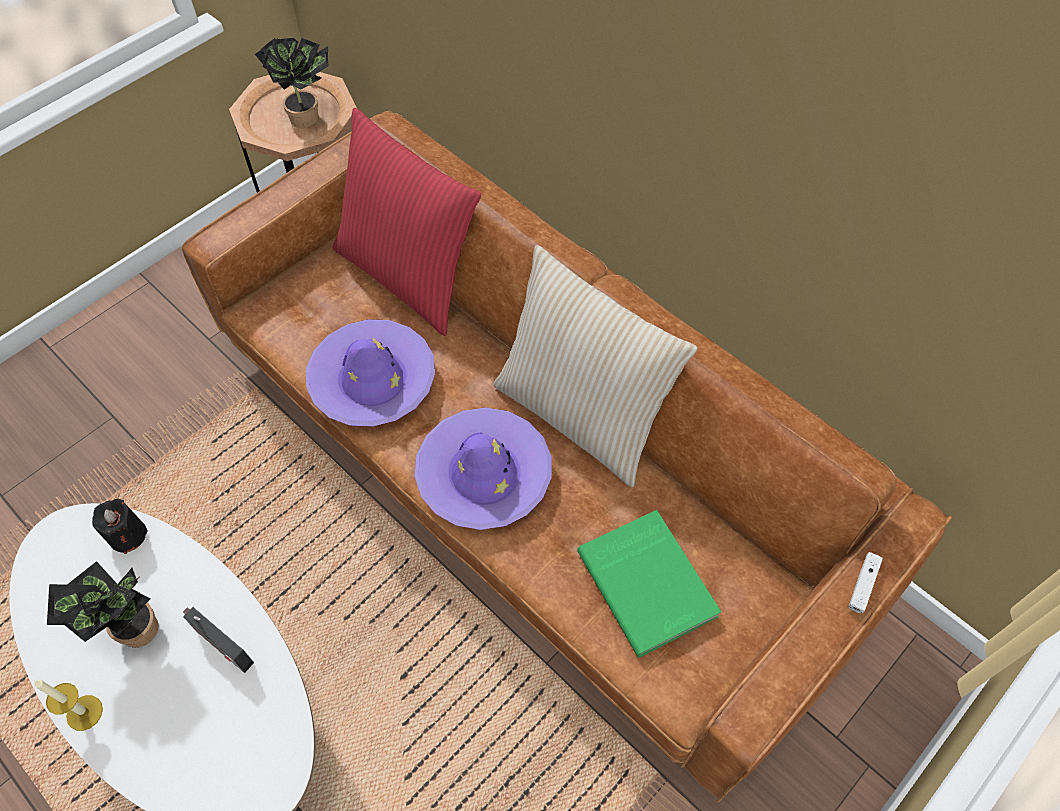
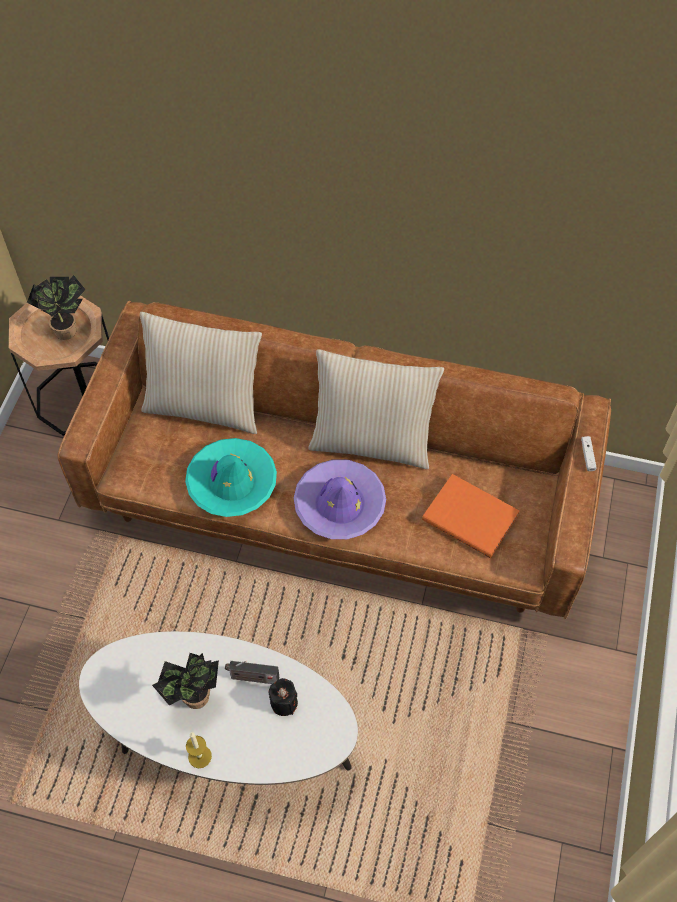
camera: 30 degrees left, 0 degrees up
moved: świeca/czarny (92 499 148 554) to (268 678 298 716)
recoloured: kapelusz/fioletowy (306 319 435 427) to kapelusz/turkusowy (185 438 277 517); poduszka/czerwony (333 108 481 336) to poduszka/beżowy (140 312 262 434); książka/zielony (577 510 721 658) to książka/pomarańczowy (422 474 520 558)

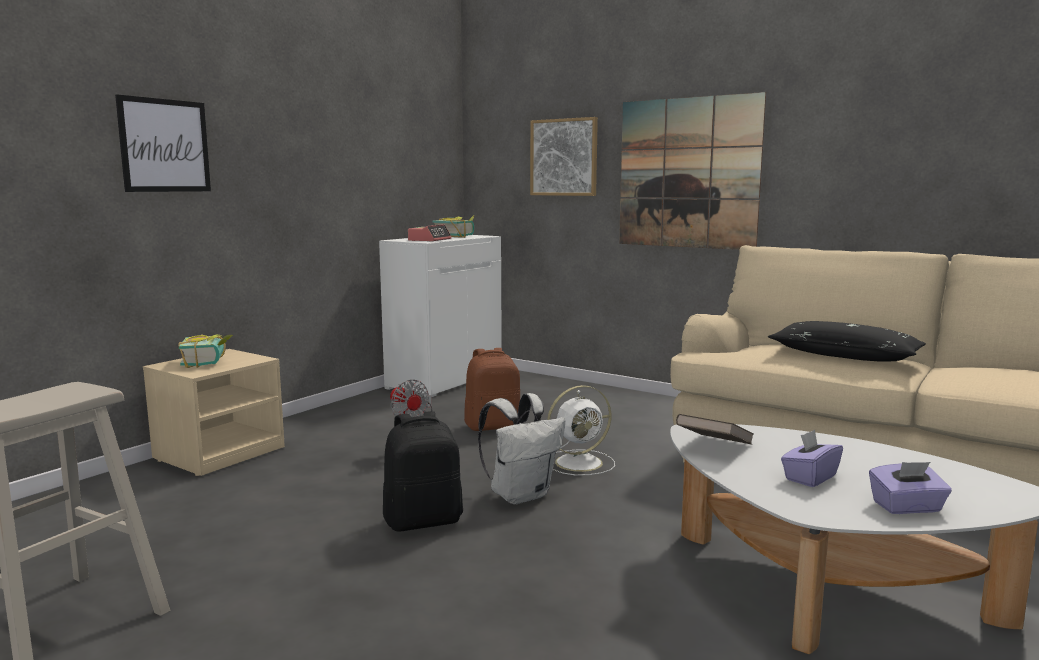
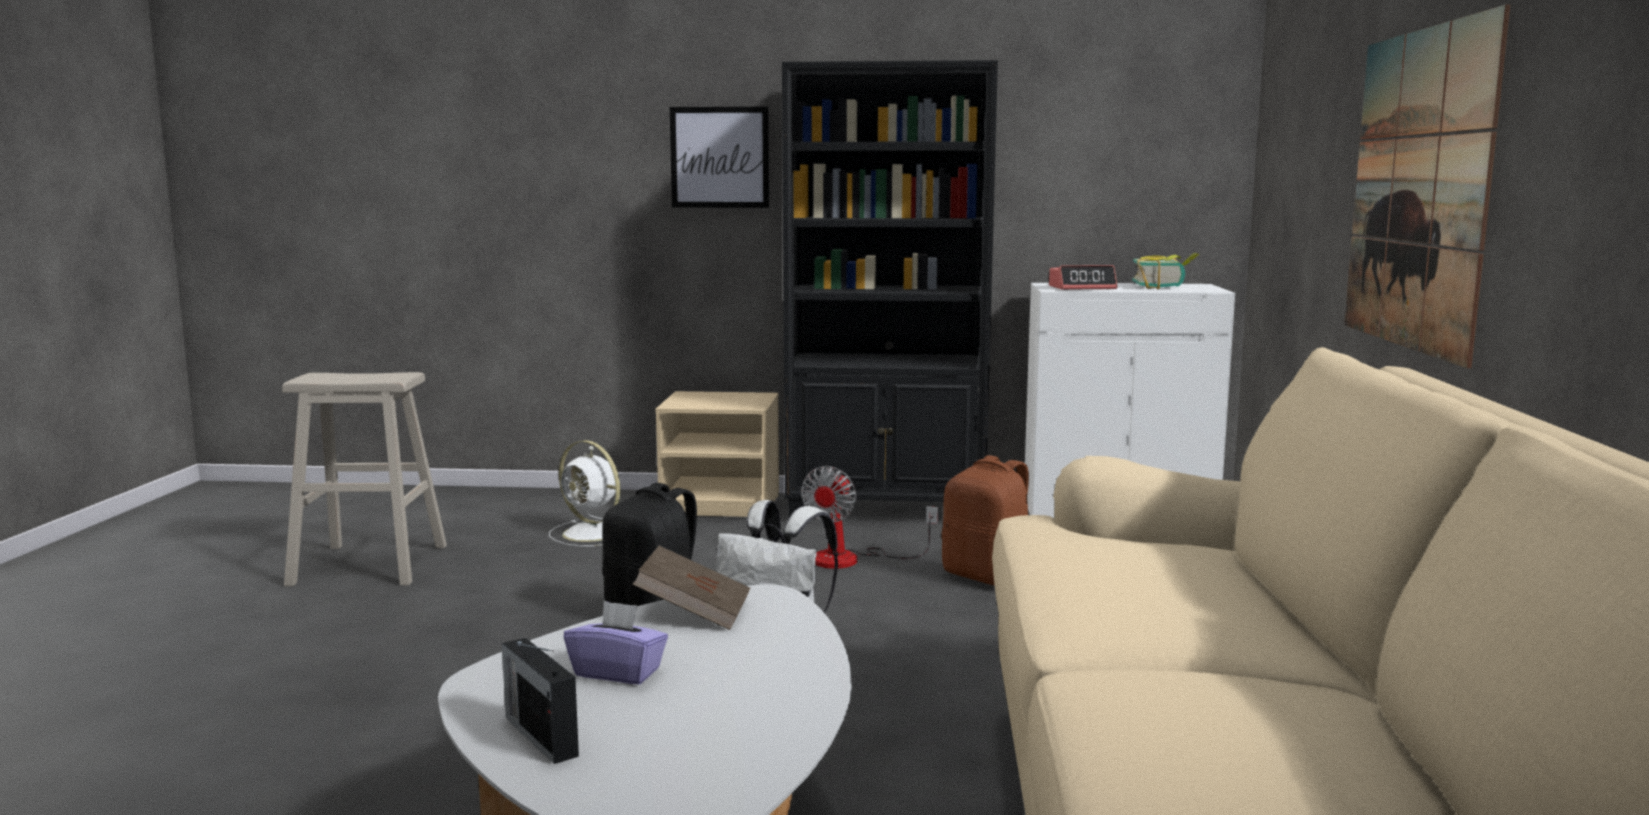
camera: 60 degrees right, 0 degrees up
removed: książka (178 334 233 368); obraz (530 117 598 196); poduszka/czarny (768 321 926 362)
added: regał/czarny (782 60 998 519)
moved: wentylator/biały (547 385 615 475) to (549 440 620 547)
replaced: pudełko chusteczek/fioletowy (869 462 952 514) to radio (502 638 579 764)

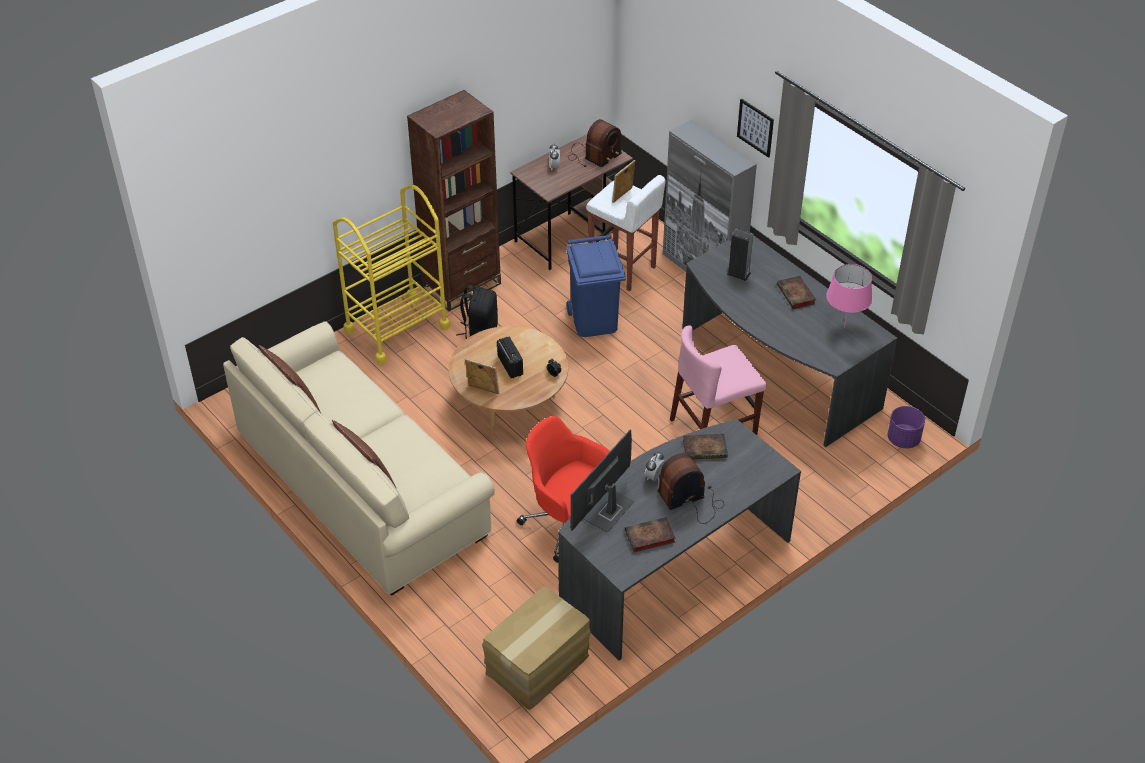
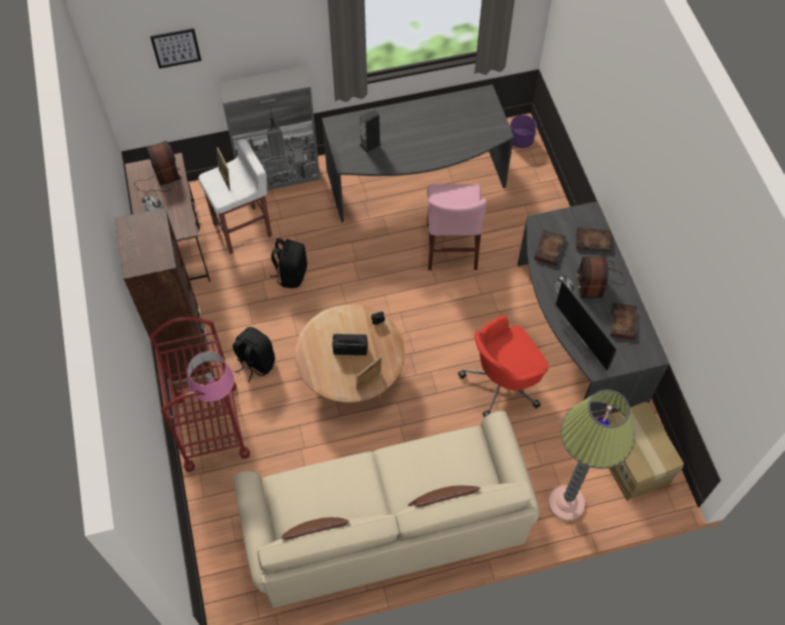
camera: 65 degrees left, 15 degrees up
added: lampa stojąca (548 389 635 521)
moved: obraz (737 98 774 158) to (150 28 201 69); książka (777 276 816 309) to (576 227 612 252); lampa stołowa/różowy (827 264 872 328) to (188 351 234 402)
replaced: kosz na śmieci/niebieski (566 235 626 337) to plecak/czarny (270 238 307 288)
recoloured: wózek/żółty (333 184 450 365) to wózek/czerwony (149 317 250 472)

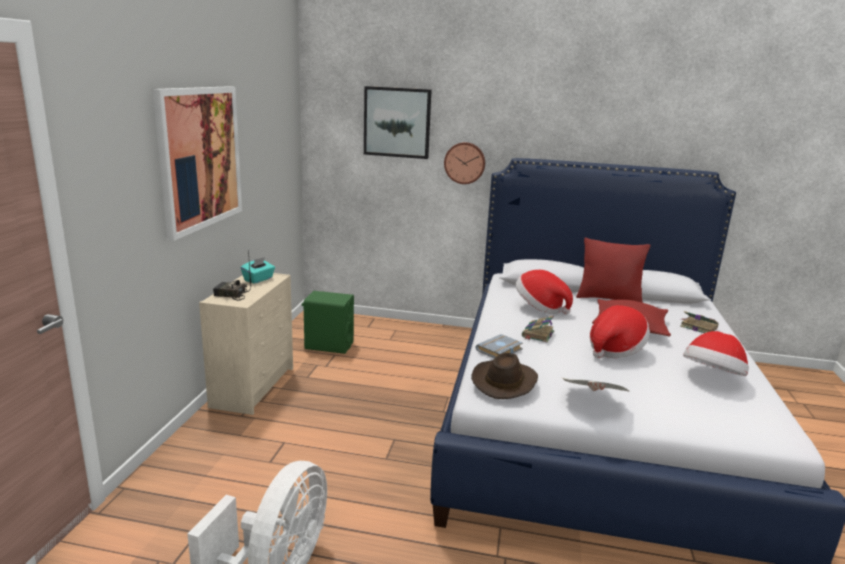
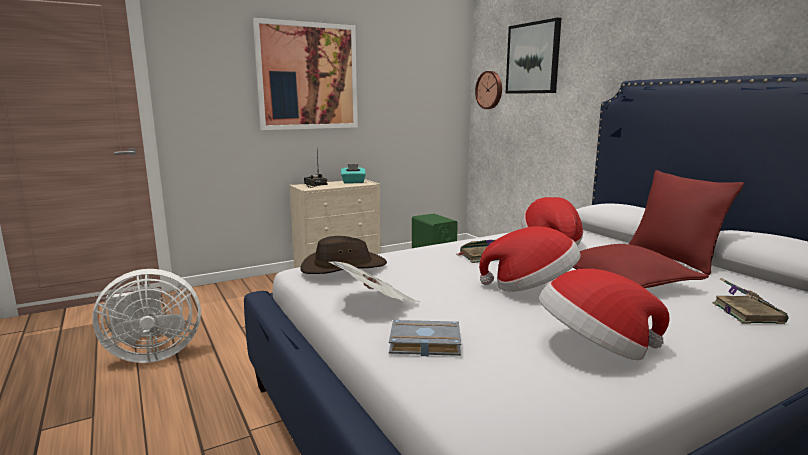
camera: 50 degrees right, 5 degrees down
moved: zegar ścienny (444 142 485 184) to (475 71 502 109); książka/szary (476 334 523 358) to (389 320 461 356)

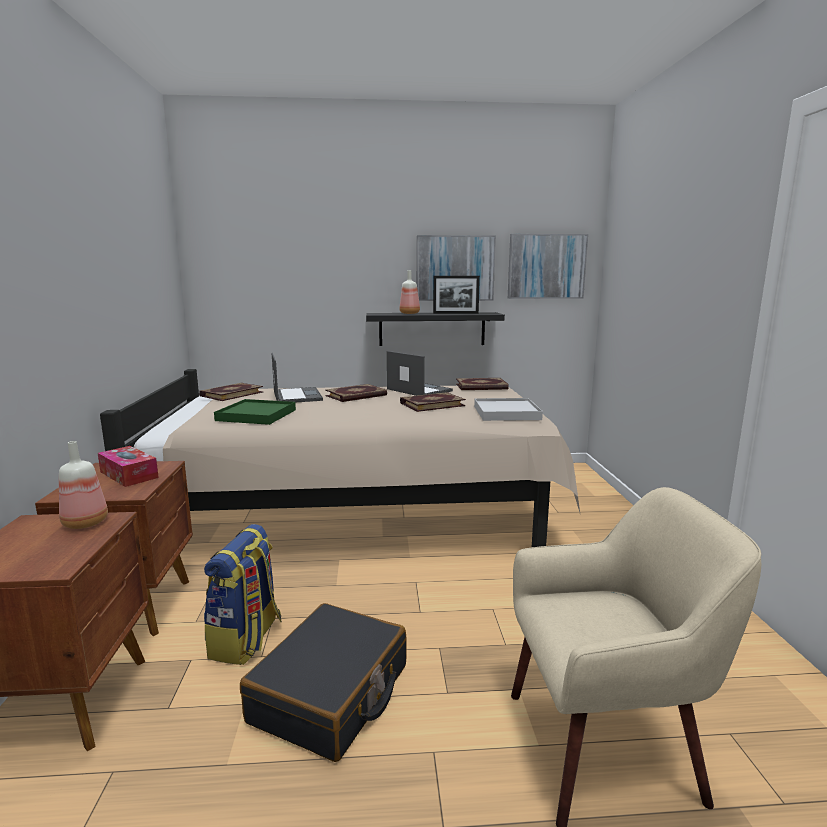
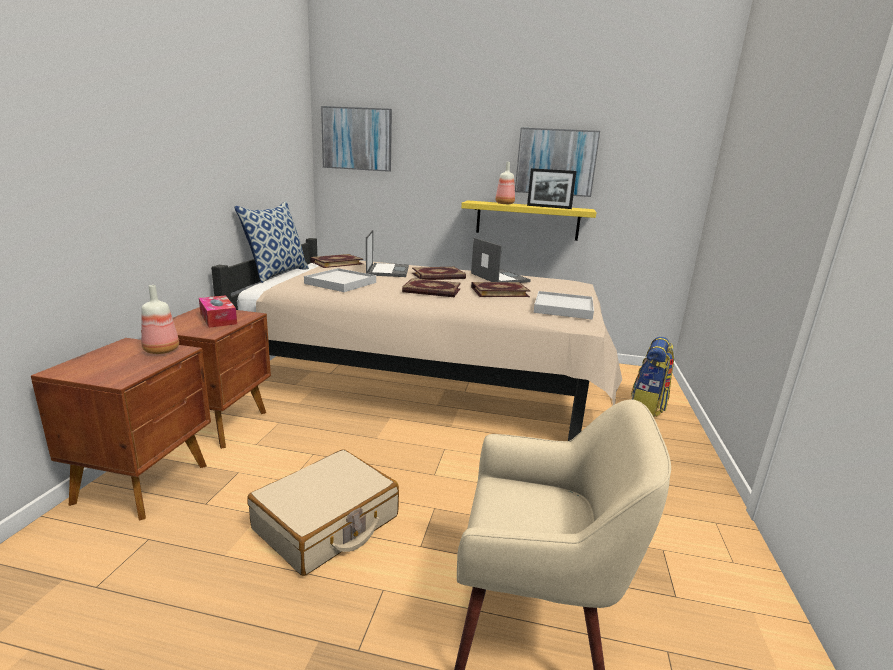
camera: 15 degrees right, 5 degrees up
added: poduszka (234 201 309 283)
moved: plecak (204 524 282 665) to (631 336 674 417); książka (456 378 509 390) to (402 278 461 297); obraz (508 234 588 299) to (321 106 392 172)
recoloured: taca/zielony (214 399 296 425) to taca/biały (304 268 376 292); walizka/czarny (240 603 407 762) to walizka/beżowy (247 449 399 576); półka/czarny (366 312 505 346) to półka/żółty (461 200 597 241)

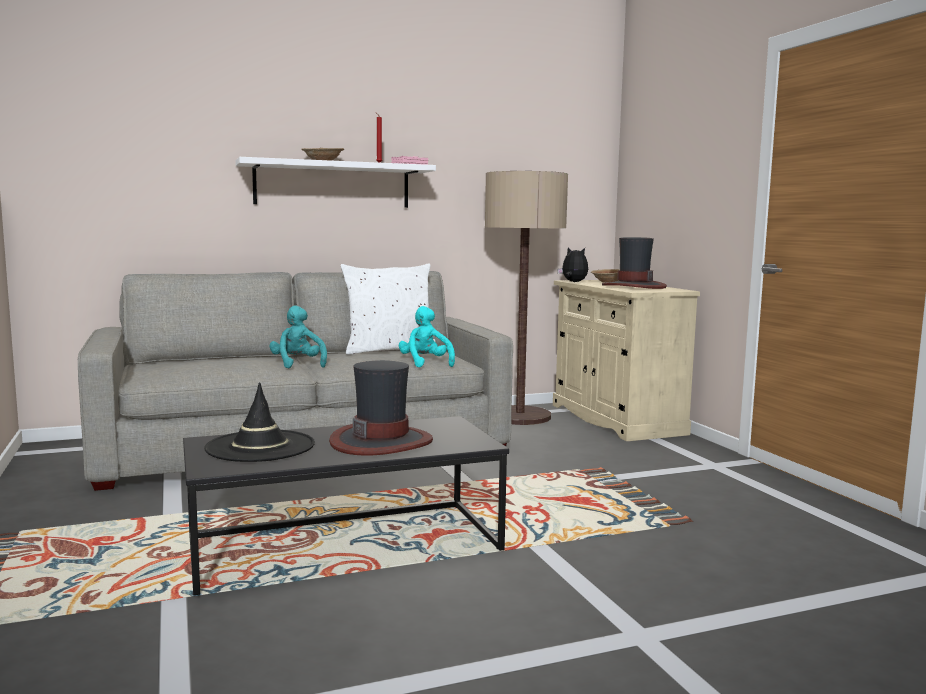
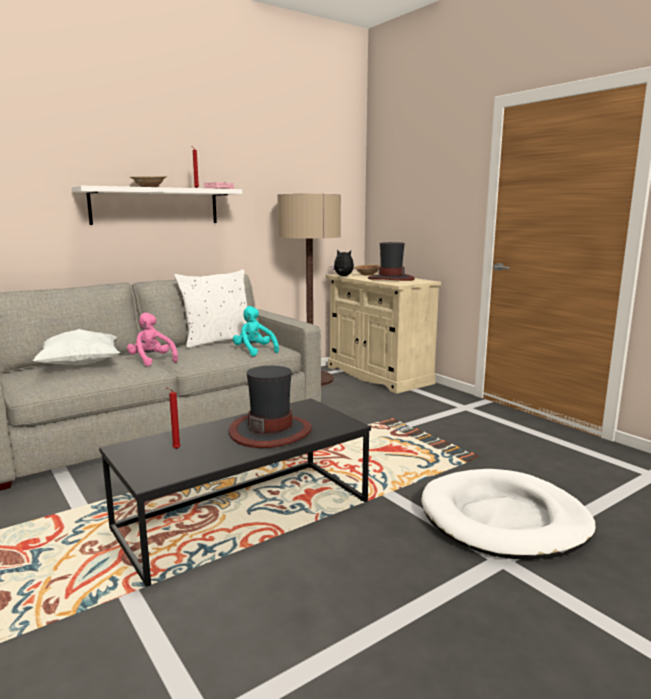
camera: 15 degrees left, 5 degrees up
added: poduszka/biały (32 329 120 366); legowisko/biały (421 469 596 559)
replaced: kapelusz/czarny (204 382 315 462) to świeca/czerwony (165 387 181 449)
recoloured: pluszak/turkusowy (269 305 327 369) to pluszak/różowy (127 313 178 367)

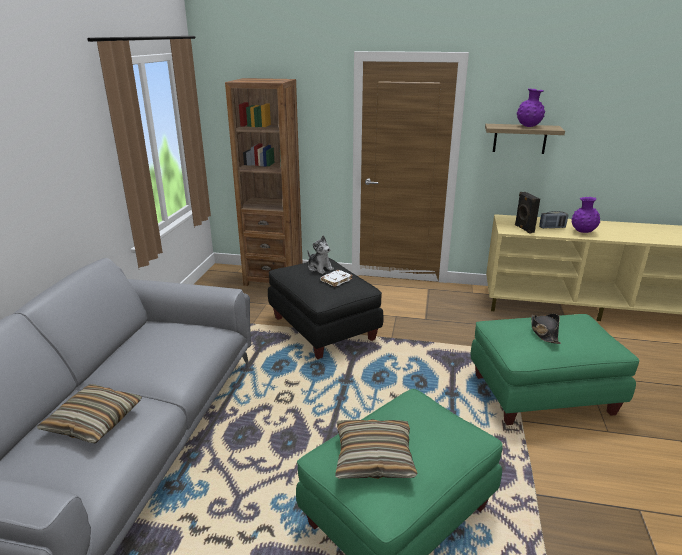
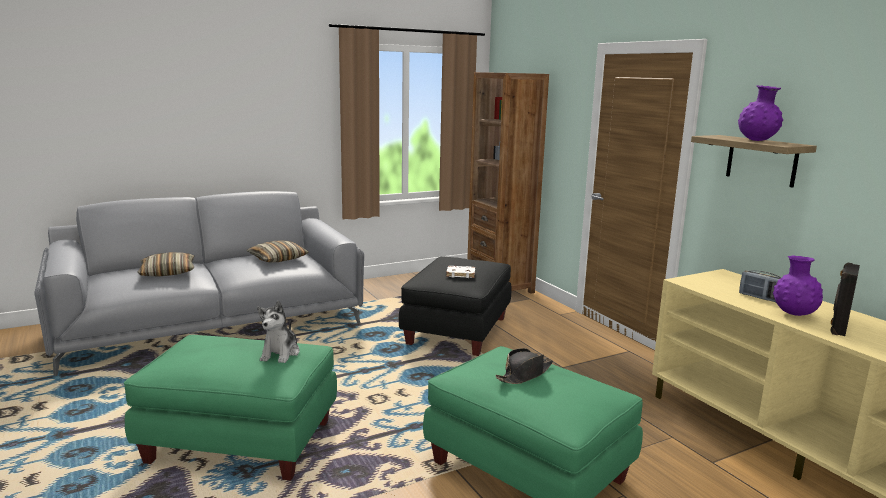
camera: 50 degrees right, 10 degrees down
moved: pluszak (308 235 334 274) to (257 301 300 363); poduszka (335 419 418 479) to (246 241 308 263); głośnik/czarny (515 192 540 234) to (830 263 860 336)

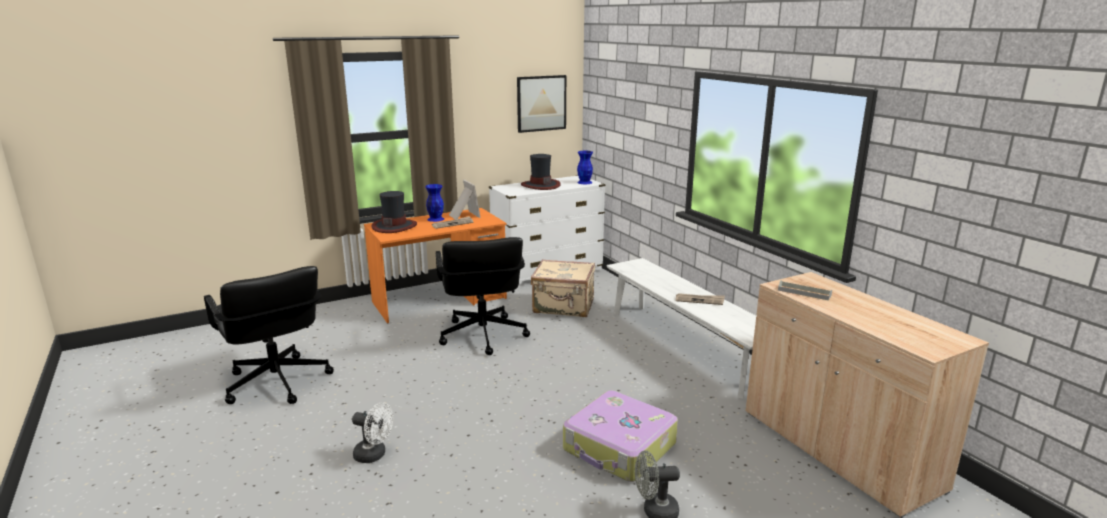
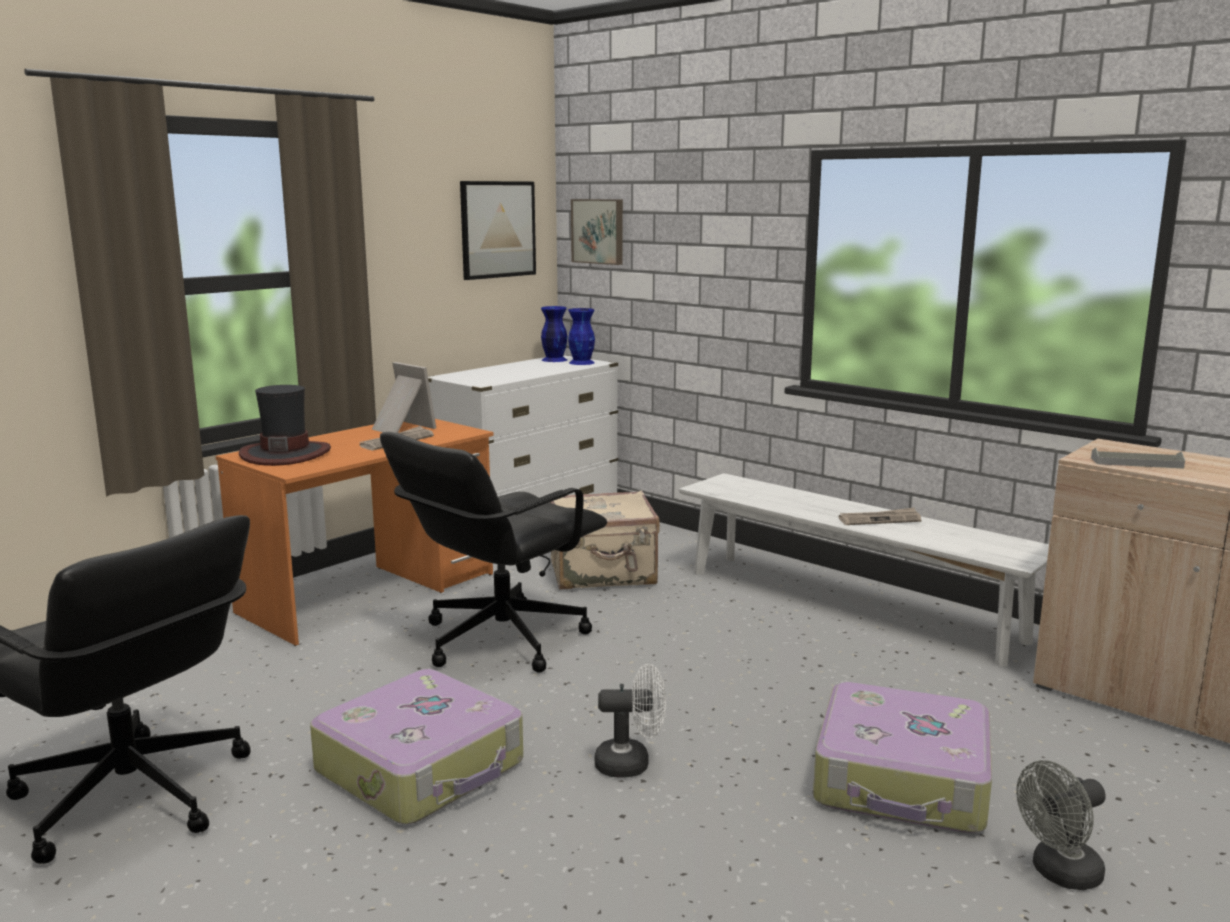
camera: 20 degrees left, 5 degrees down
removed: kapelusz (521 154 561 190)
added: walizka (310 669 523 824); obraz (571 199 623 265)
moved: wentylator/biały (352 402 393 463) to (595 664 666 778); wazon/niebieski (425 184 444 222) to (541 306 567 362)
turned: krzesło biurowe/czarny (436 237 530 355) = (380 432 607 673) 75 degrees clockwise

